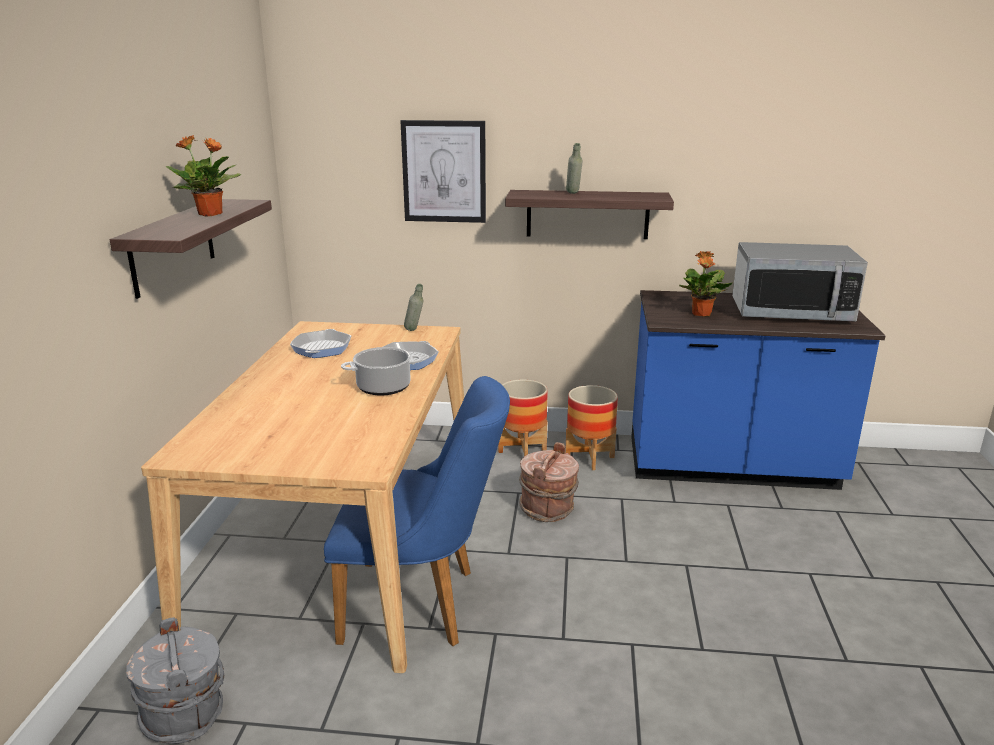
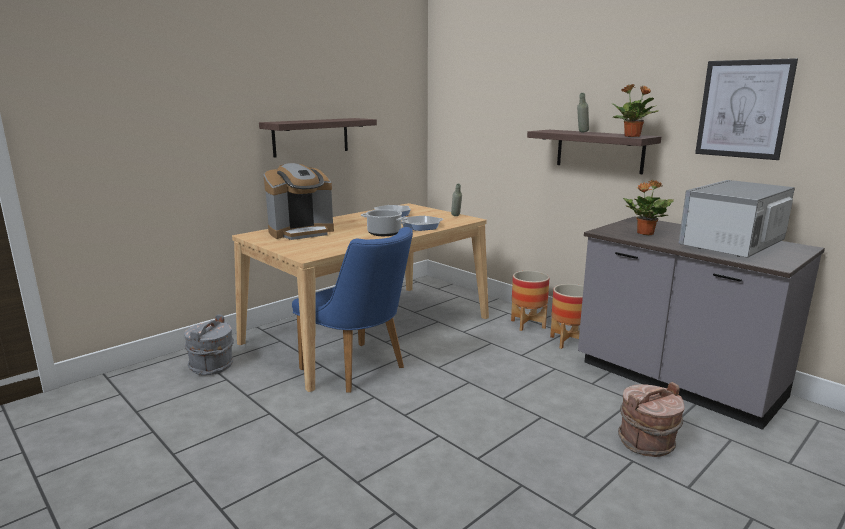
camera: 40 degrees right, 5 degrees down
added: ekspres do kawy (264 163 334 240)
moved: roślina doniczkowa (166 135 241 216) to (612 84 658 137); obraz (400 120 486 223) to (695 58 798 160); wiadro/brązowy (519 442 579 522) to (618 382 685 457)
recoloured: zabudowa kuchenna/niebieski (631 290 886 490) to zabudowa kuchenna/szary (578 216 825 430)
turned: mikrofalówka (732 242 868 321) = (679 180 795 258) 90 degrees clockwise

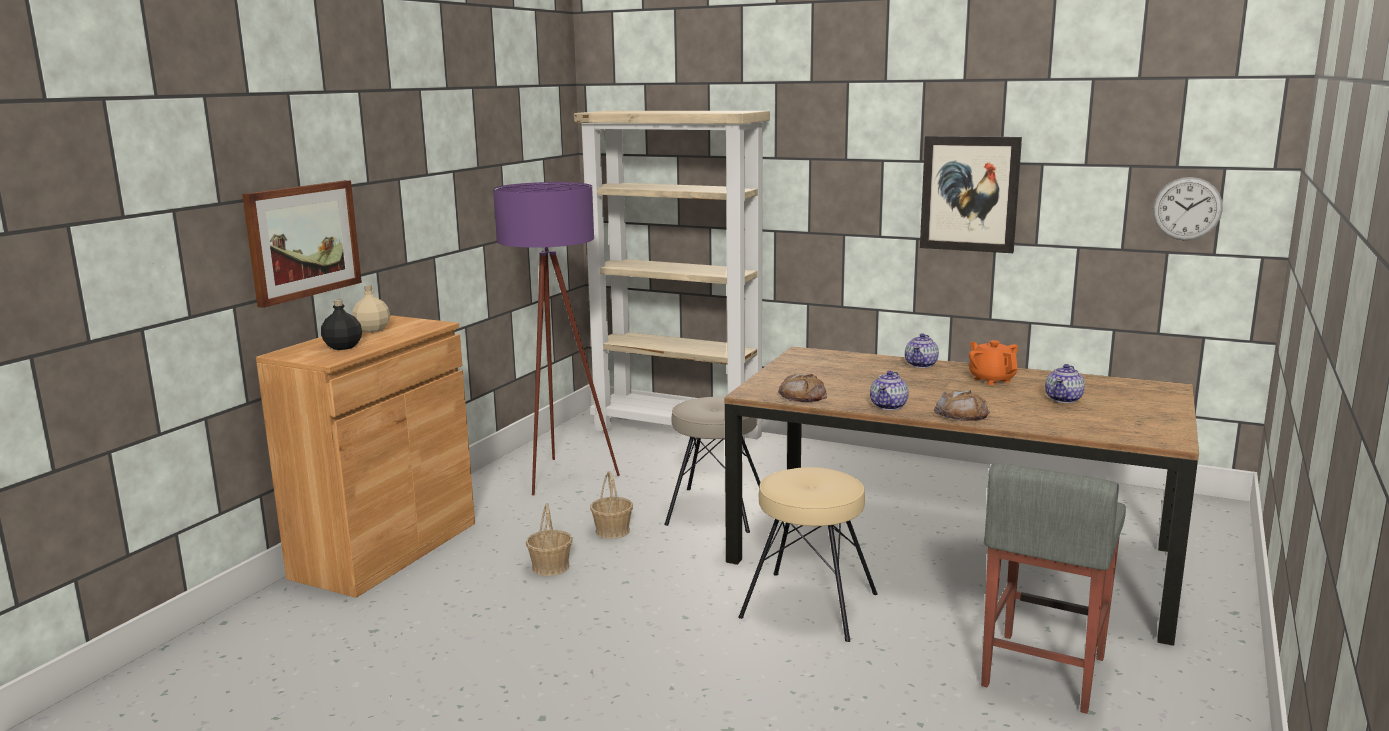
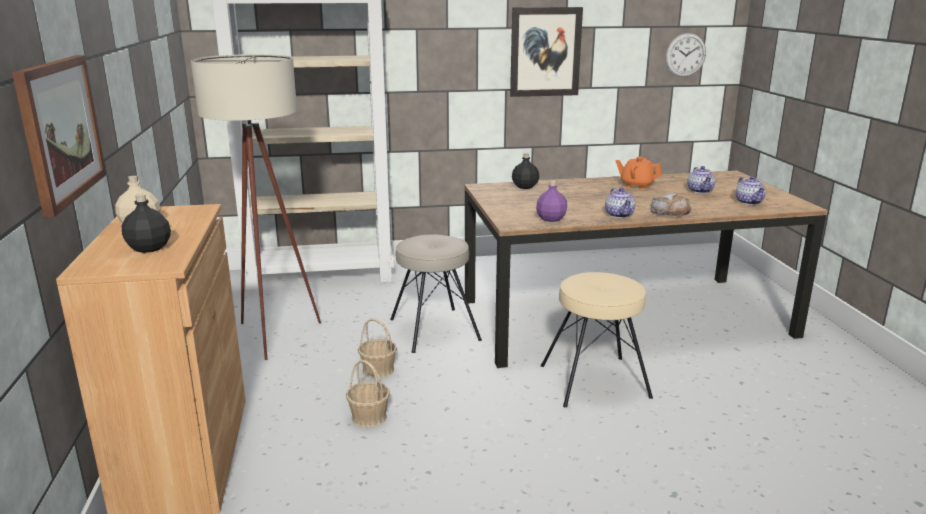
camera: 35 degrees left, 5 degrees up
removed: stołek/szary (981 463 1126 714)
added: butelka/czarny (512 153 539 189)
moved: imbryk (905 333 939 368) to (736 176 766 205)
replaced: chleb (778 374 827 402) to butelka/fioletowy (536 180 567 222)
recoloured: lampa stojąca/fioletowy (493 182 620 495) to lampa stojąca/beżowy (191 54 321 360)

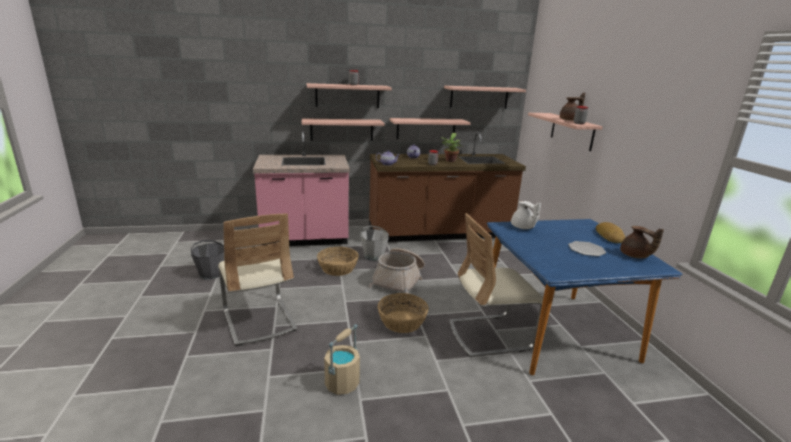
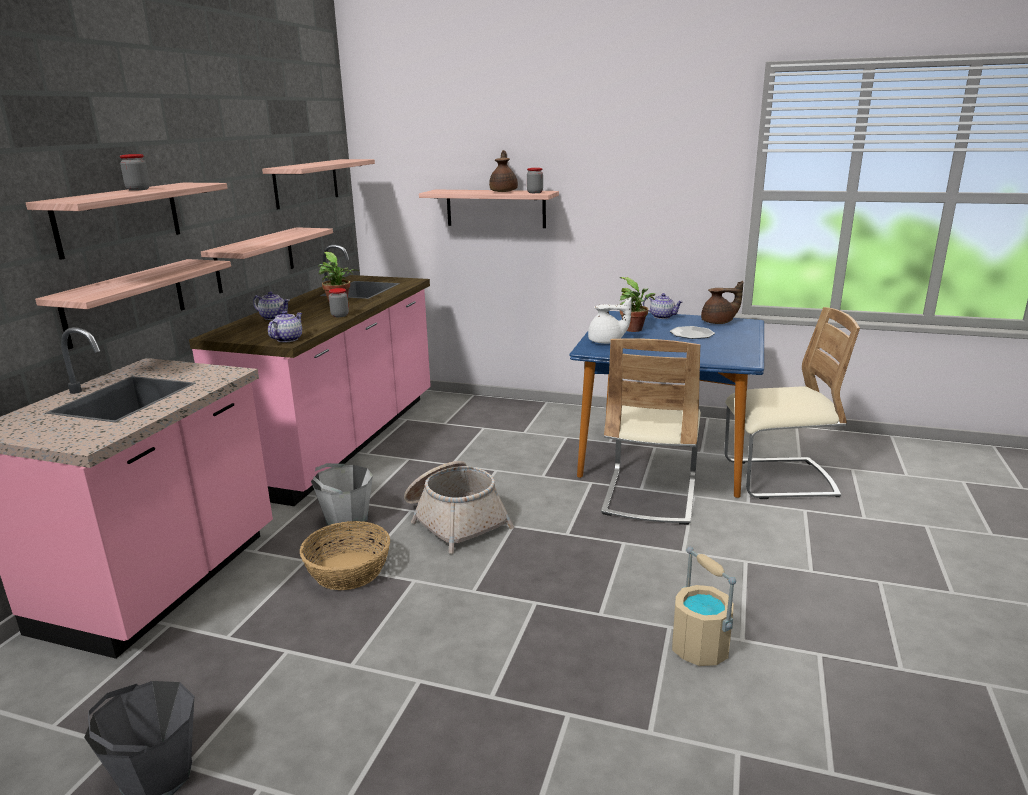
camera: 60 degrees left, 0 degrees up
removed: koszyk (378 293 429 333)
added: roślina doniczkowa (620 277 656 332)
moved: krzesło/beżowy (218 213 297 346) to (724 307 860 499)
replaced: chleb (596 222 625 243) to imbryk (643 293 683 319)
recoloured: zabudowa kuchenna/brązowy (369 132 526 242) to zabudowa kuchenna/różowy (189 244 431 506)

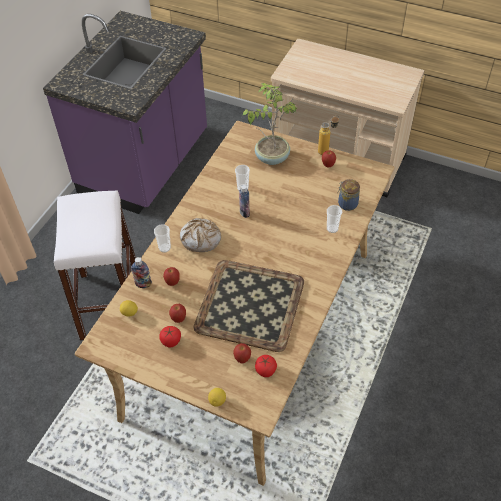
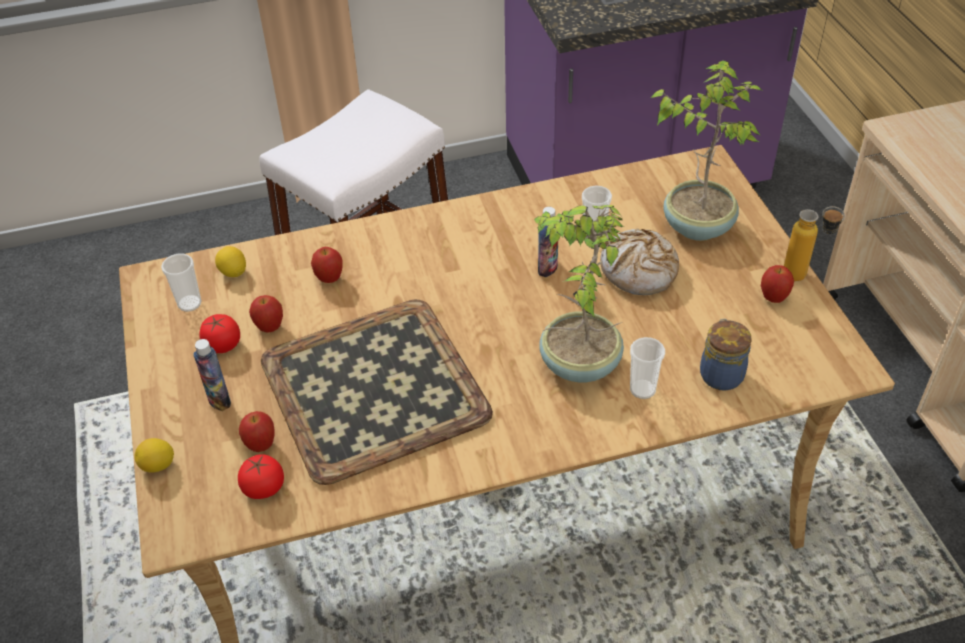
camera: 50 degrees right, 5 degrees down
added: roślina doniczkowa (534 205 624 382)
moved: butelka (131 257 152 288) to (193 339 231 411); filiżanka (154 224 171 253) to (161 254 201 312); chleb (180 218 221 252) to (600 229 679 295)

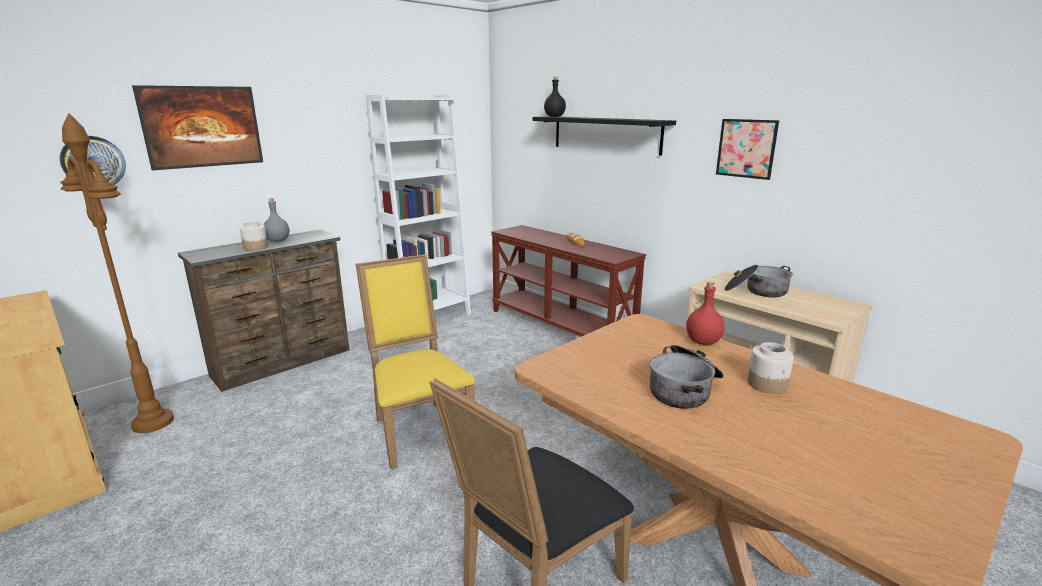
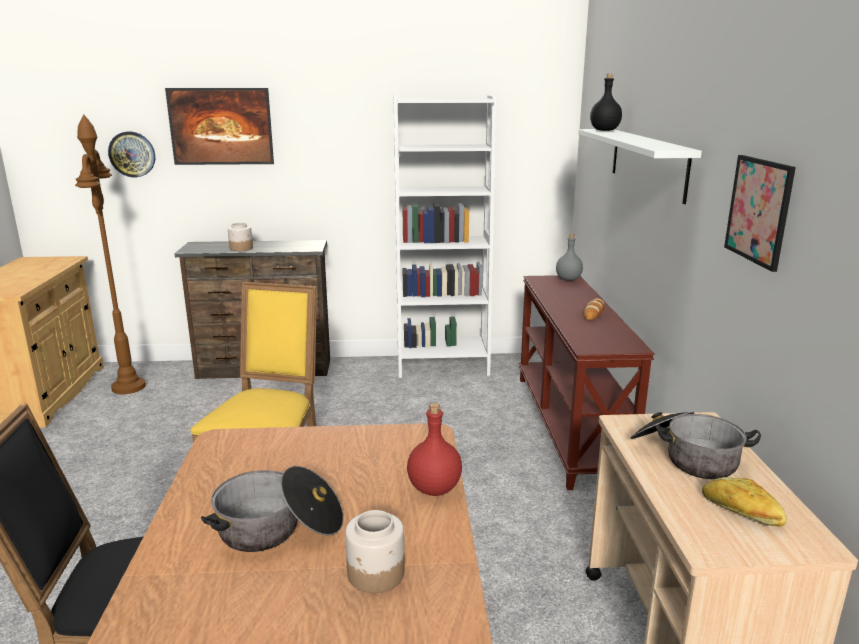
camera: 40 degrees right, 0 degrees up
added: chleb (702 477 787 526)
moved: butelka/szary (263 198 289 242) to (556 234 583 281)
recoloured: półka/czarny (532 116 676 156) to półka/biały (579 129 702 204)

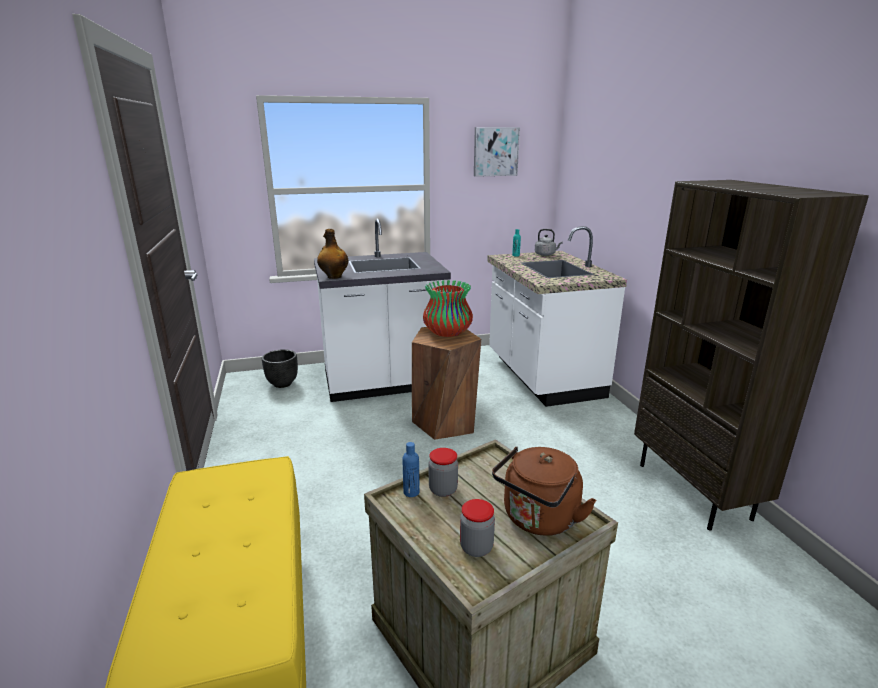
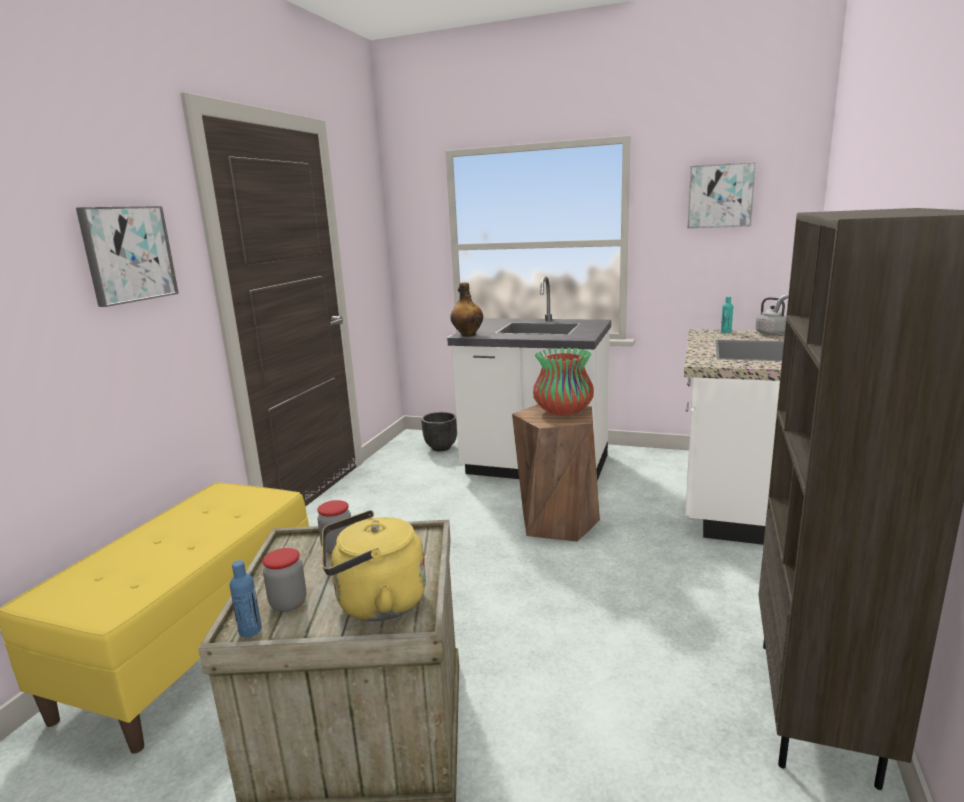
camera: 35 degrees right, 5 degrees down
added: obraz (76 206 179 307)
moved: butelka/niebieski (402 442 420 497) to (230 560 262 637)
recoloured: czajnik/brązowy (492 446 597 536) to czajnik/żółty (322 510 426 621)

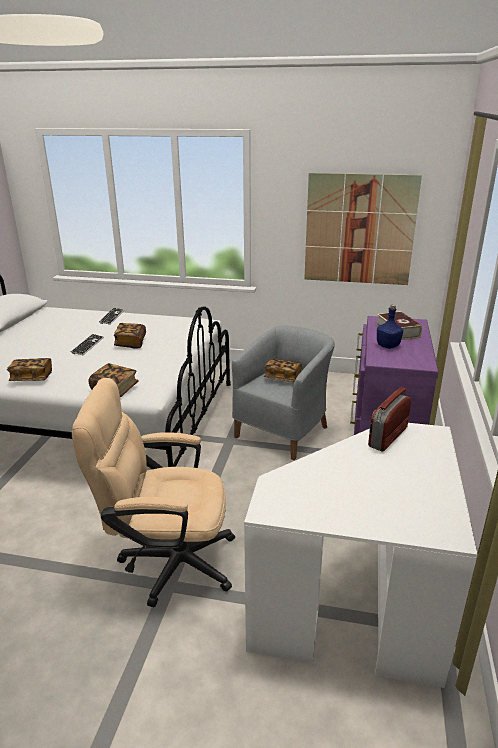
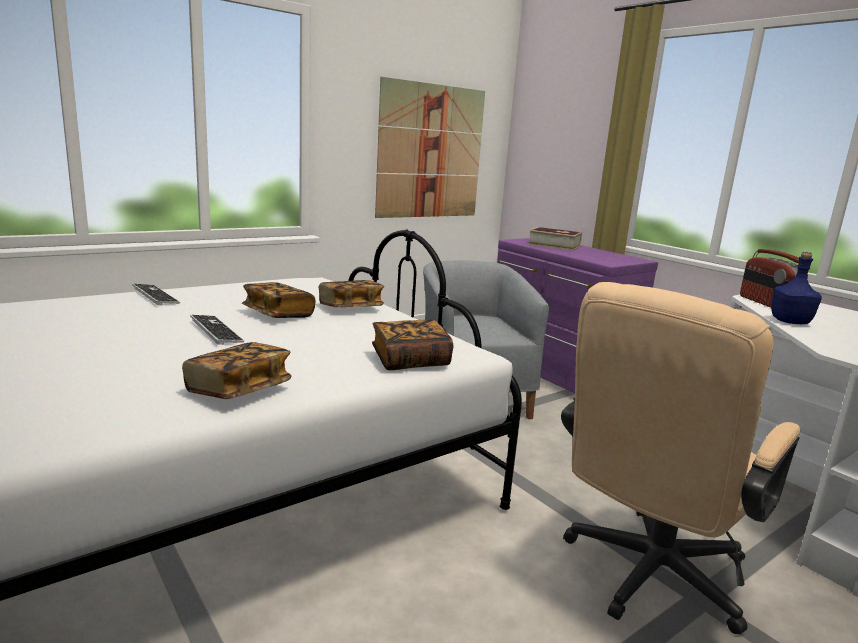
camera: 50 degrees left, 10 degrees down
moved: książka (264 359 302 382) to (319 280 384 307); butelka/niebieski (377 305 403 349) to (771 251 822 324)

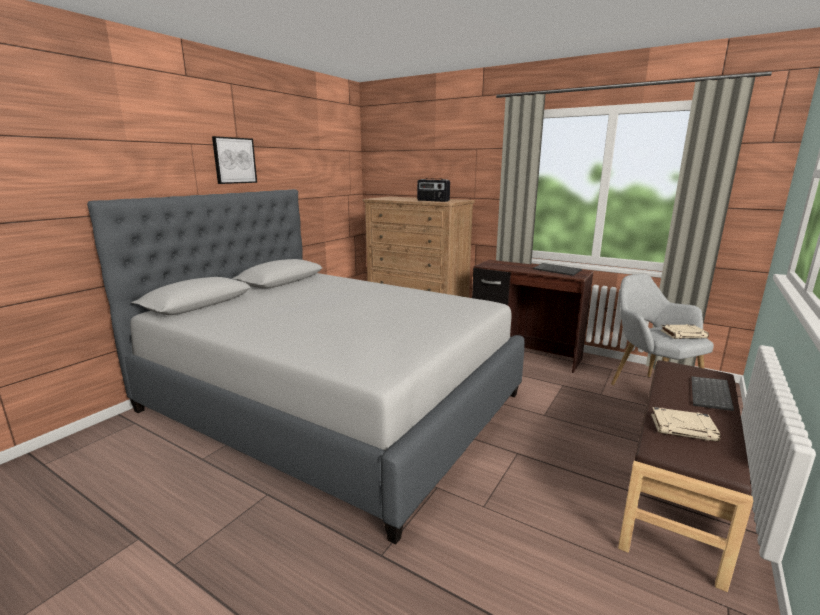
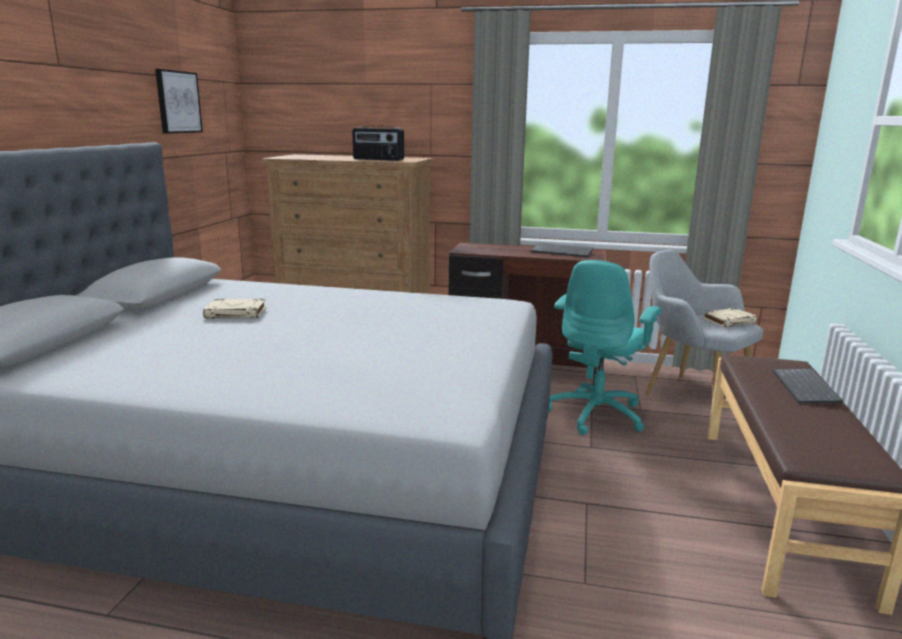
camera: 20 degrees left, 0 degrees up
added: krzesło biurowe/turkusowy (549 260 661 435)
moved: obraz (212 136 257 184) to (155 69 203 134); książka/beżowy (651 407 720 442) to (203 298 267 319)

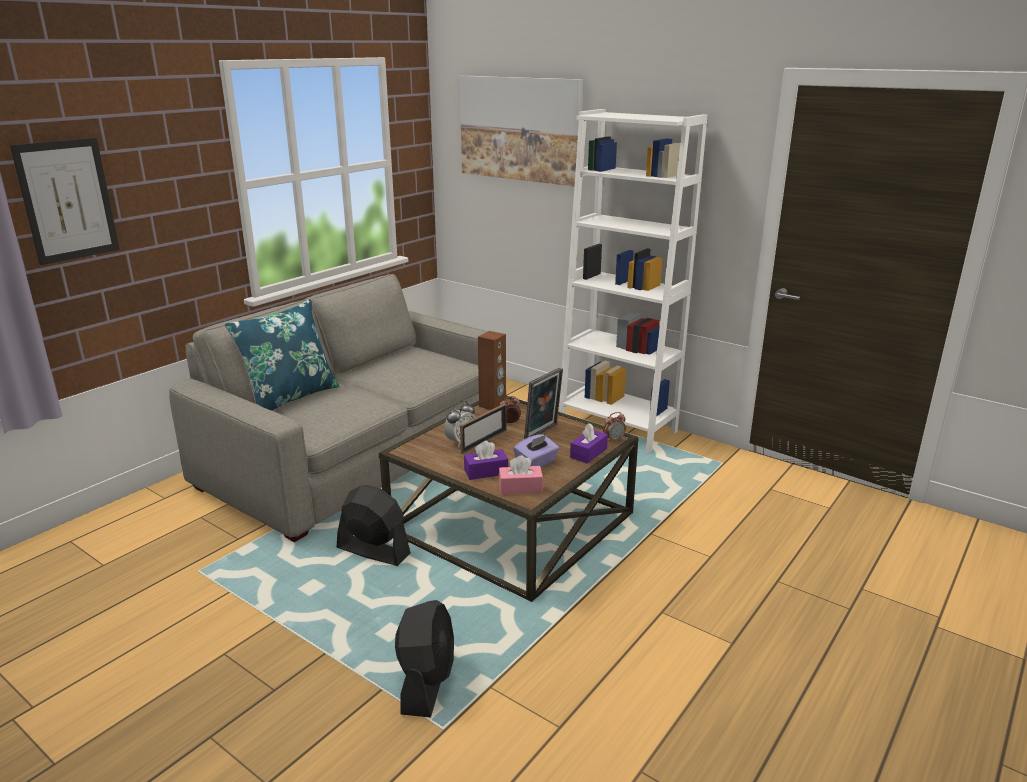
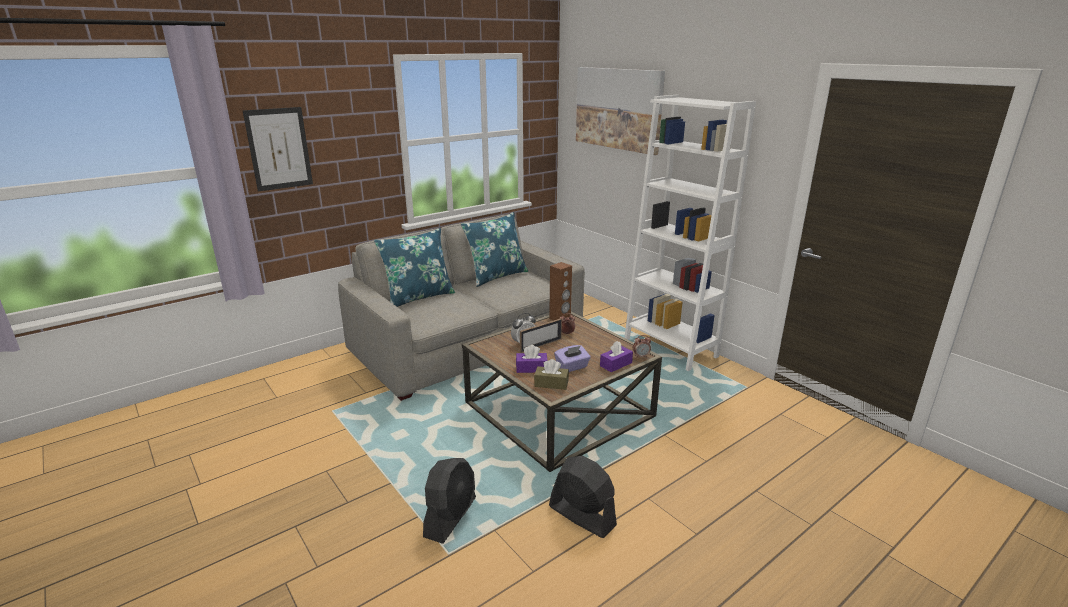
camera: 15 degrees right, 0 degrees up
removed: ramka na zdjęcie (524 368 563 439)
added: poduszka/niebieski (461 212 528 287)
moved: wentylator/czarny (337 485 411 566) to (549 456 617 538)
recoloured: pudełko chusteczek/różowy (499 455 543 494) to pudełko chusteczek/brązowy (534 359 569 390)

